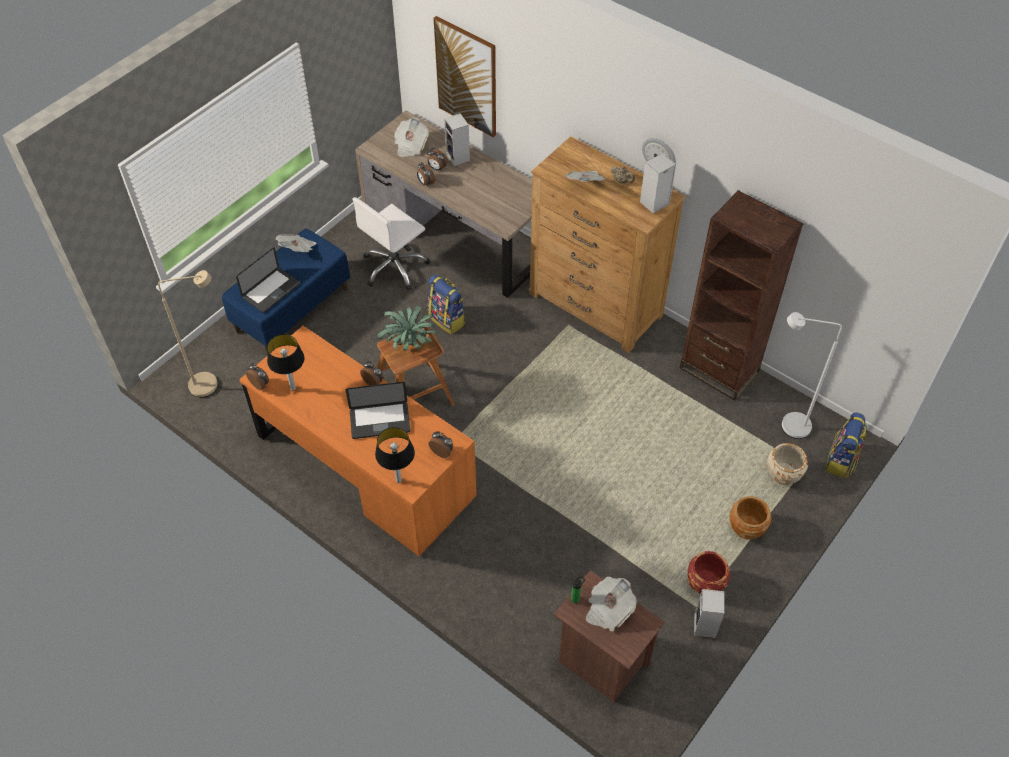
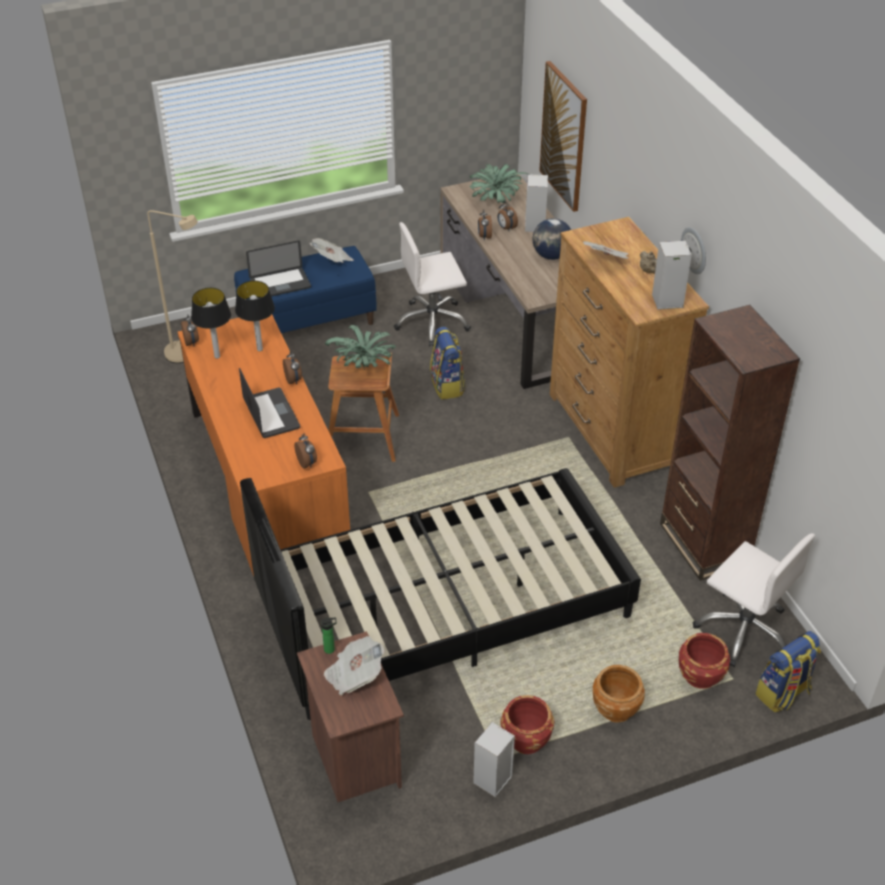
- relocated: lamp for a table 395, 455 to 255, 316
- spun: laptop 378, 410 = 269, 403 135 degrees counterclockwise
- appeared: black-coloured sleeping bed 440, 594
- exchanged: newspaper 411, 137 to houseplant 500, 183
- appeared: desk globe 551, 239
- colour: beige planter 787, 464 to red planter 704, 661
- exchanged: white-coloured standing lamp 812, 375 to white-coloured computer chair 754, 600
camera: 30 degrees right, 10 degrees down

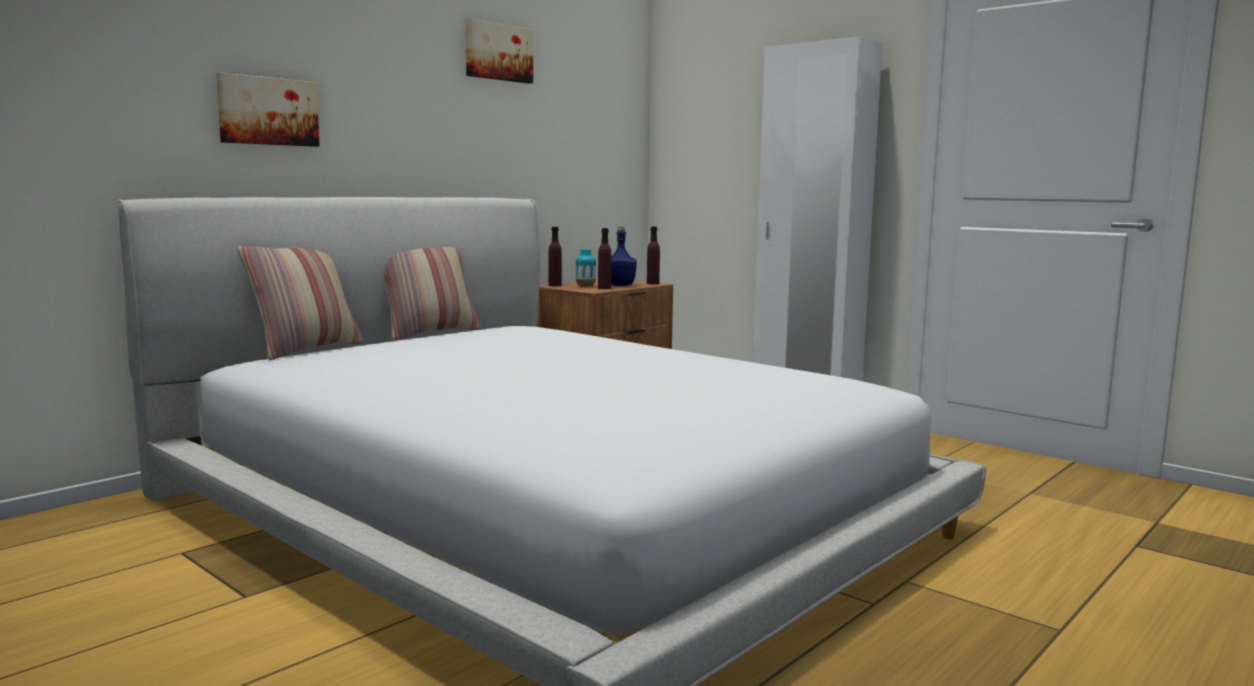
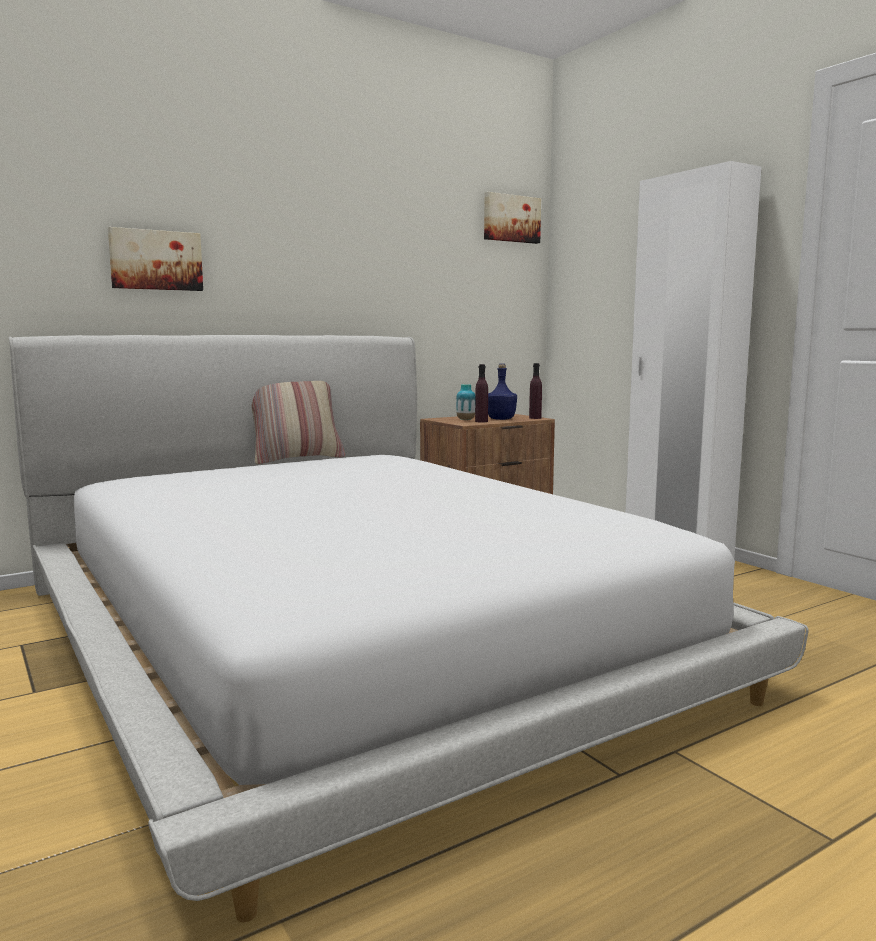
- relocated: picture 499, 51 to 512, 218
- missing: cushion 300, 303
- missing: purple-coloured beverage bottle 555, 256
camera: 15 degrees right, 0 degrees up

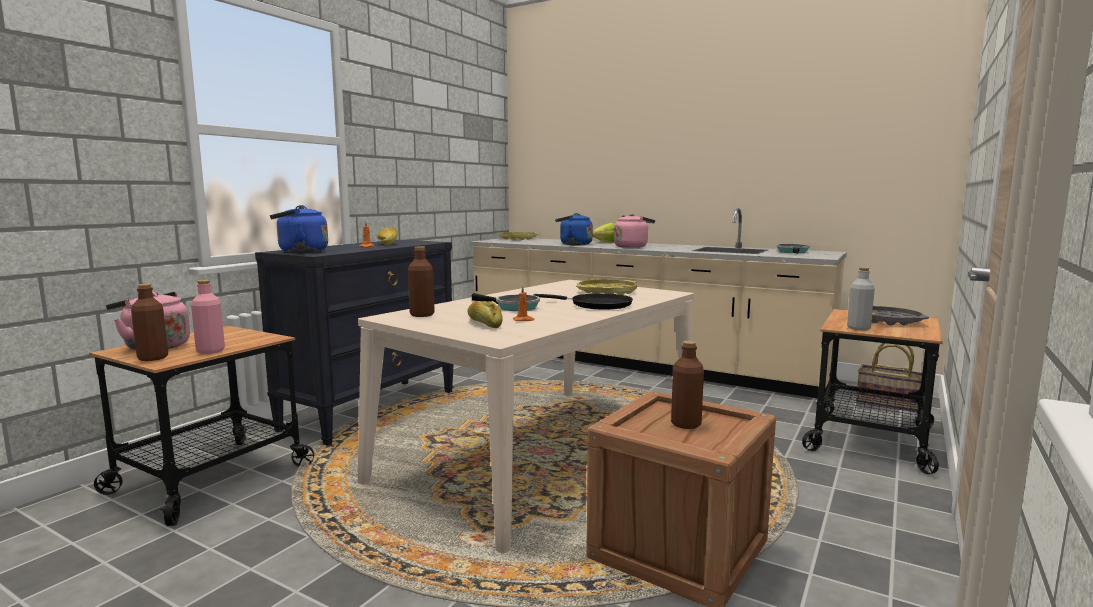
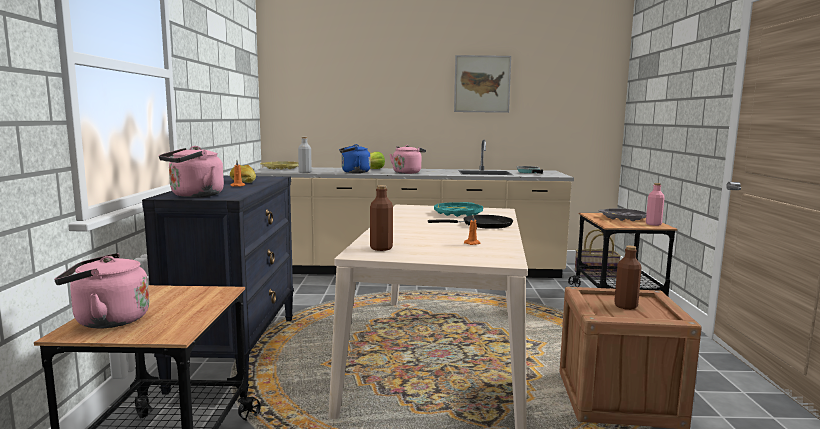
- colour: blue tea kettle 299, 229 to pink-coloured tea kettle 191, 171
- relocated: grey beverage bottle 861, 298 to 305, 155
- colour: yellow-coloured carrying tray 606, 287 to turquoise carrying tray 458, 209
- appeared: picture 482, 84
- relocated: pink-coloured beverage bottle 208, 317 to 655, 204
- missing: brown beverage bottle 149, 322
- missing: bread 485, 314
- missing: pan 506, 302
camera: 30 degrees left, 0 degrees up

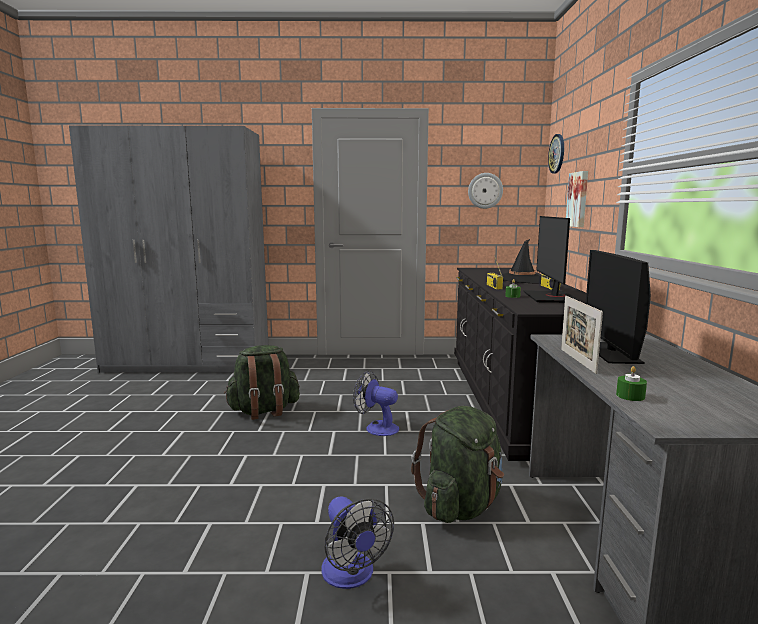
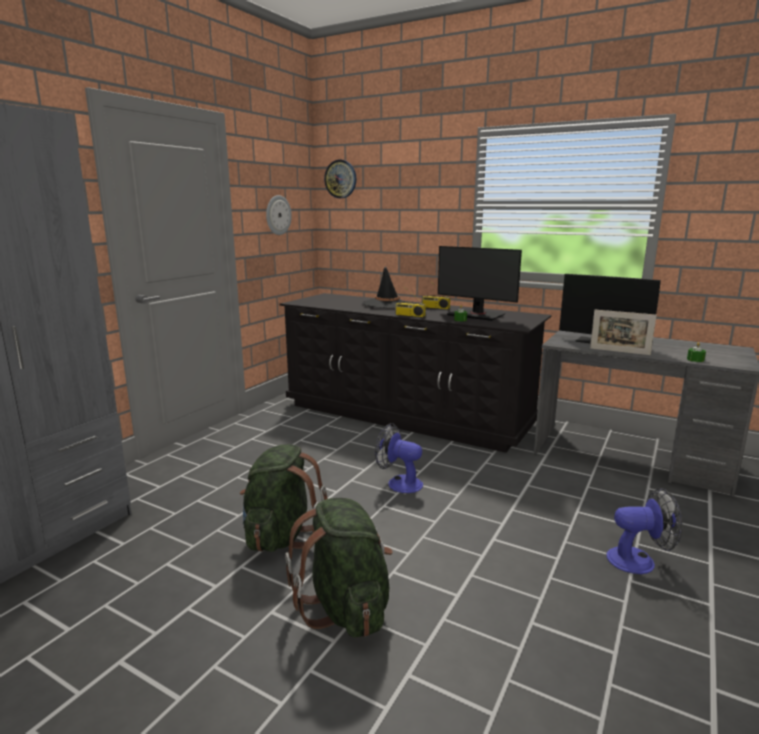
- relocated: green rucksack 457, 464 to 338, 568
- spun: cooling fan 376, 403 = 399, 458 60 degrees clockwise
- missing: picture 577, 199
camera: 60 degrees left, 5 degrees up

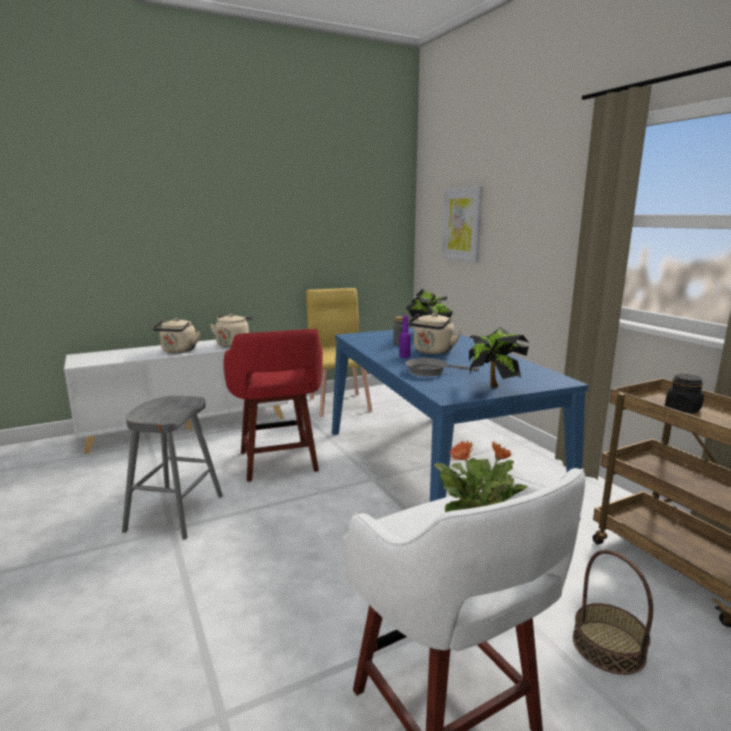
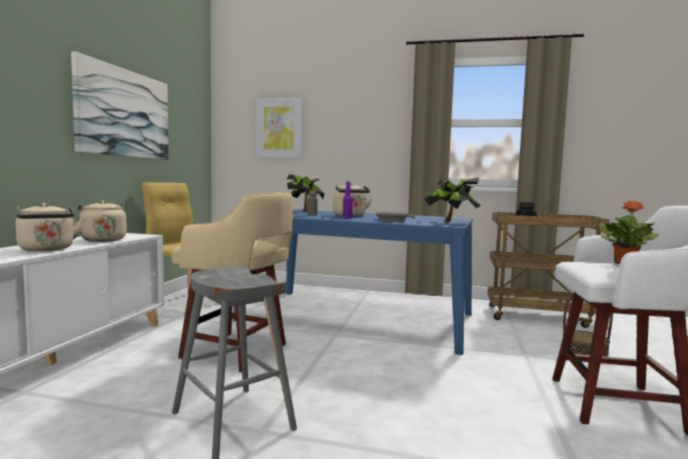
- appeared: picture 120, 105
- colour: red sitting stool 273, 405 to beige sitting stool 232, 282
camera: 50 degrees left, 10 degrees down

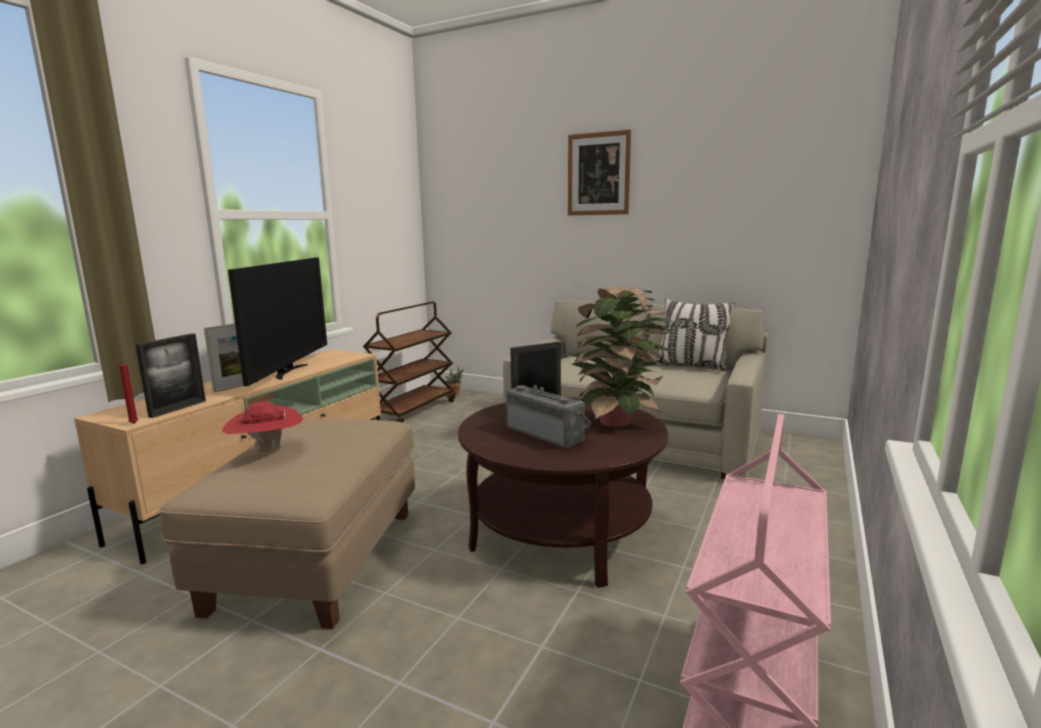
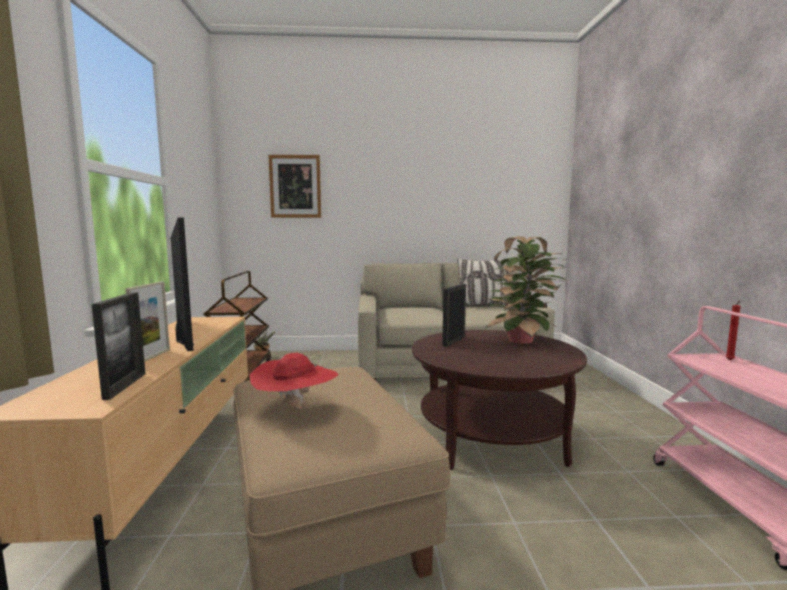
- relocated: picture 599, 172 to 295, 186
- relocated: red candle 125, 391 to 732, 330
- missing: radio 548, 417
camera: 30 degrees left, 5 degrees down

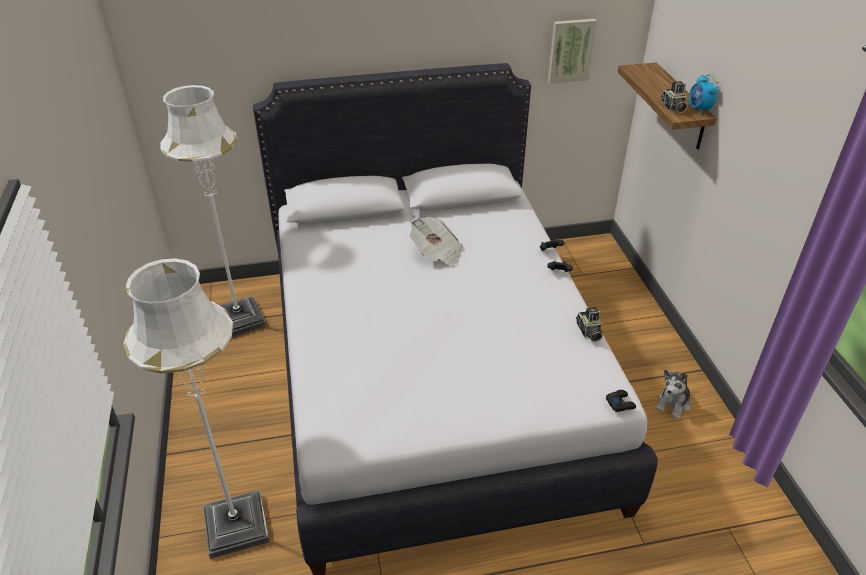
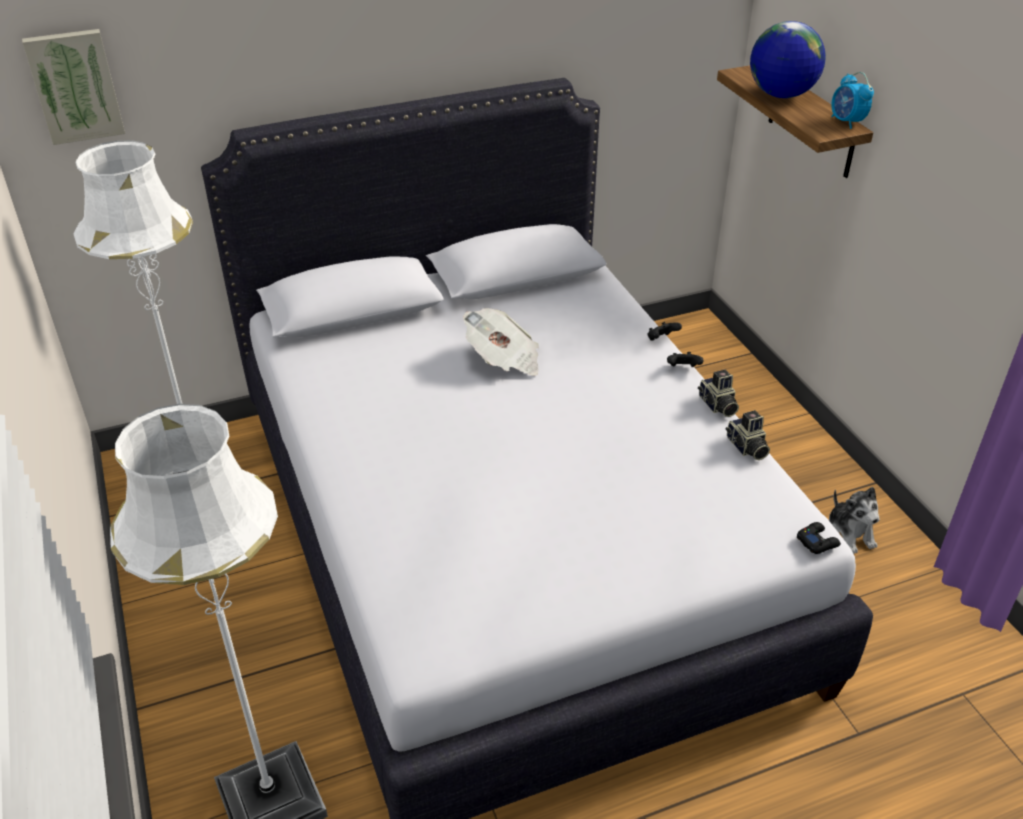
- relocated: picture 572, 51 to 73, 87
- relocated: photo camera 674, 97 to 718, 393
- appeared: desk globe 788, 59
- spun: soft toy 673, 394 = 854, 520 45 degrees counterclockwise
camera: 10 degrees left, 0 degrees up

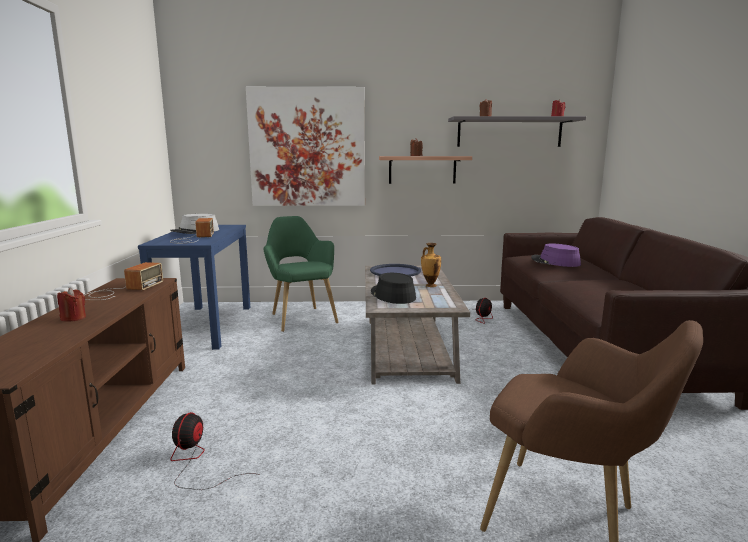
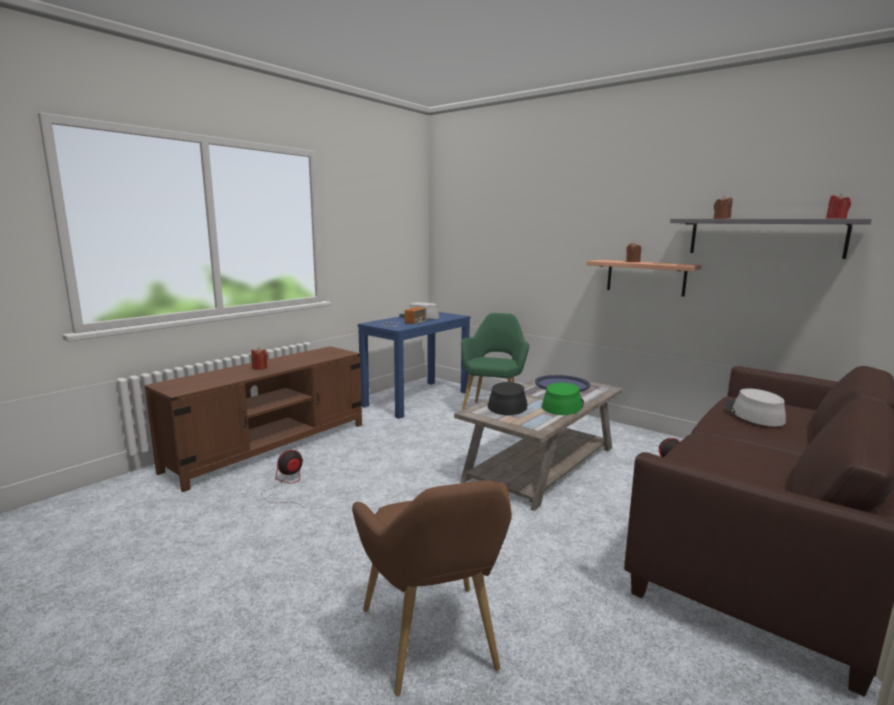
- exchanged: flower vase 431, 265 to green wearable hat 563, 398
- colour: purple-coloured wearable hat 556, 255 to grey wearable hat 755, 407
- missing: radio 123, 281
- missing: picture 305, 146
camera: 40 degrees right, 0 degrees up

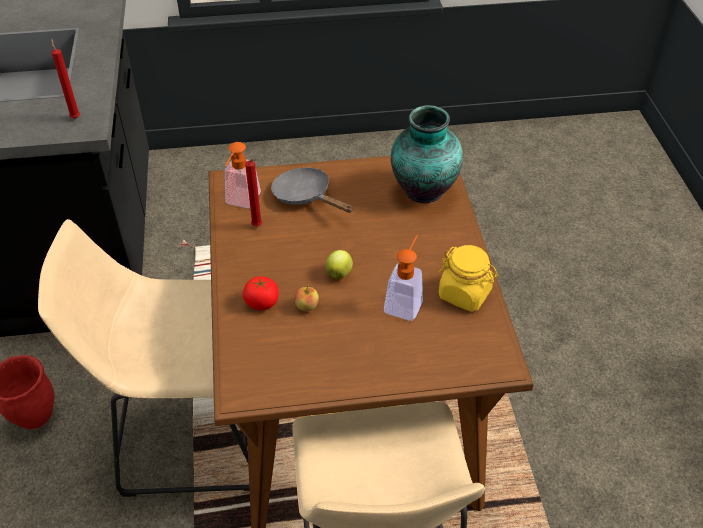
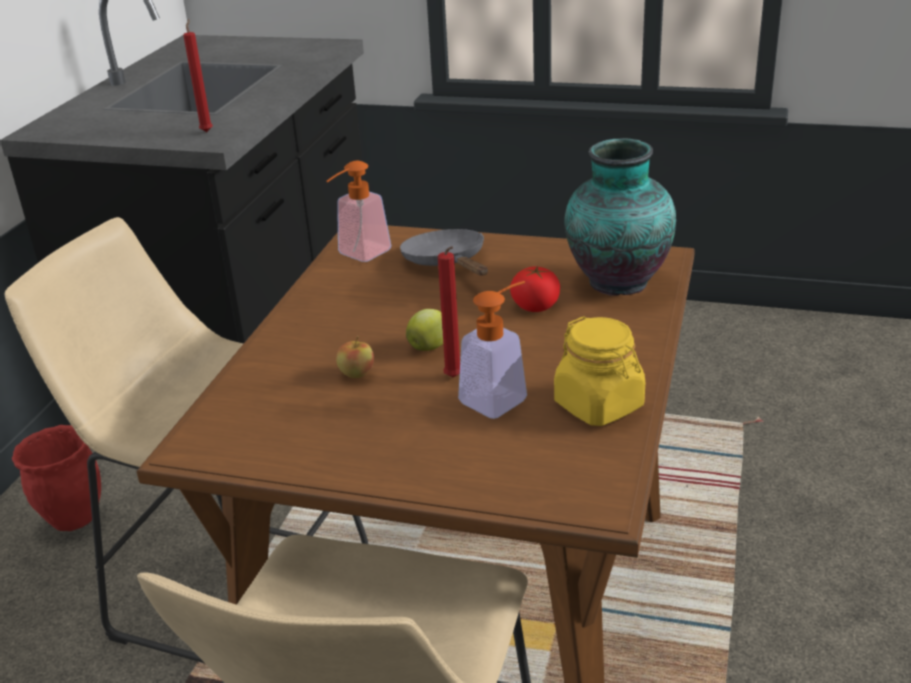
- relocated: red candle 253, 192 to 449, 311
- relocated: fresh tomato 261, 293 to 535, 289
camera: 25 degrees right, 15 degrees down

